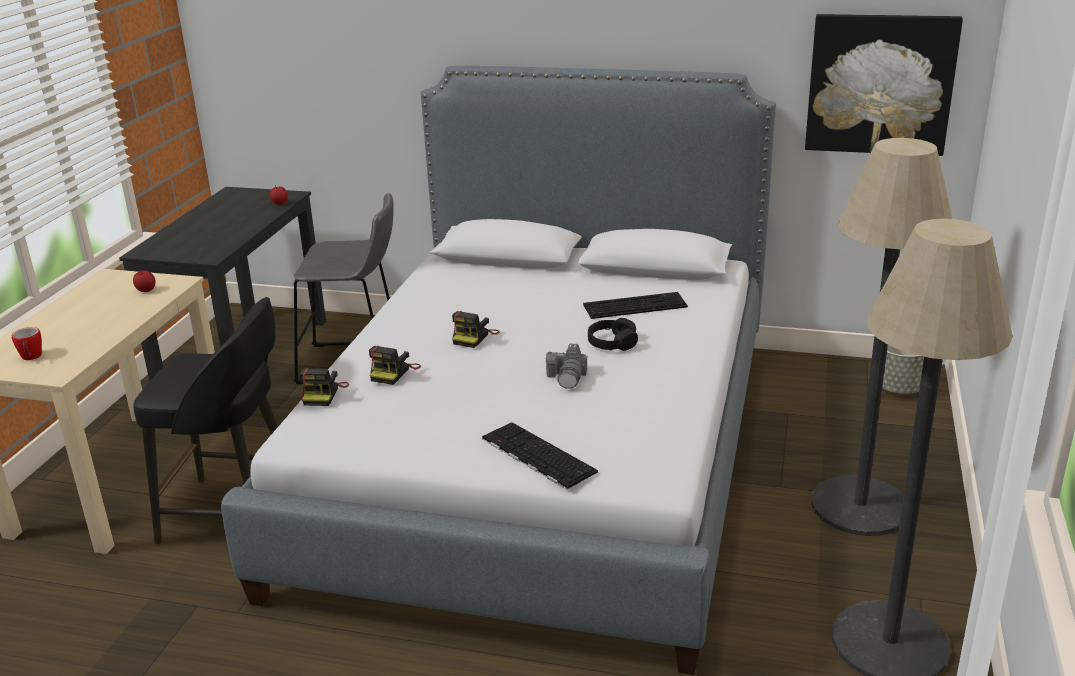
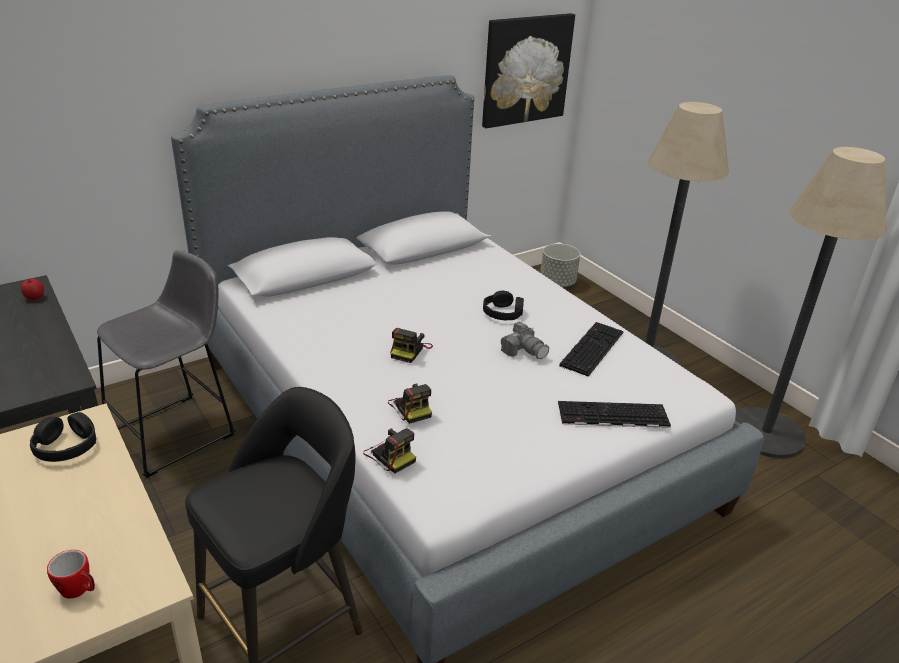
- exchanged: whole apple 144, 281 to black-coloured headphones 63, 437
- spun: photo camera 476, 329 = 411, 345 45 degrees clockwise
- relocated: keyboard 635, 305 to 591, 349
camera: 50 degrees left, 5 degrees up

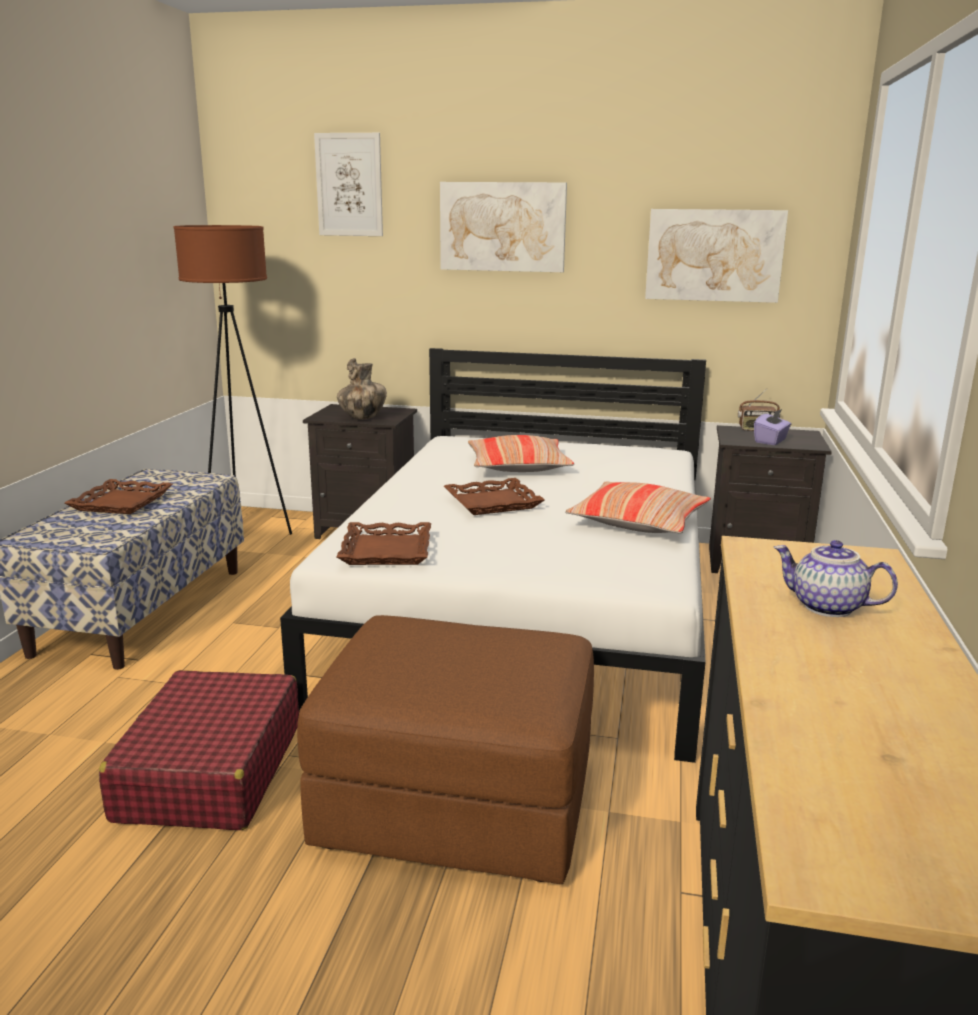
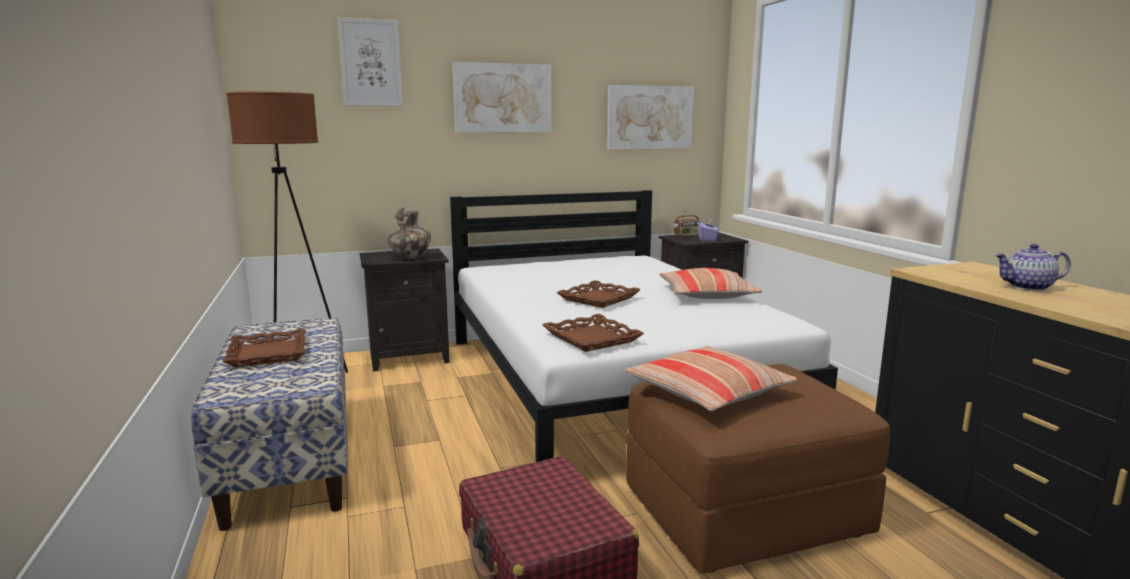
- relocated: cushion 521, 453 to 711, 378
camera: 30 degrees left, 5 degrees down

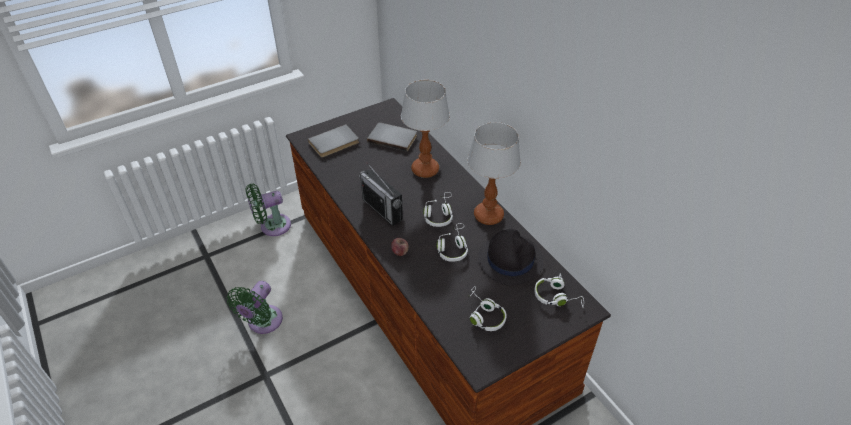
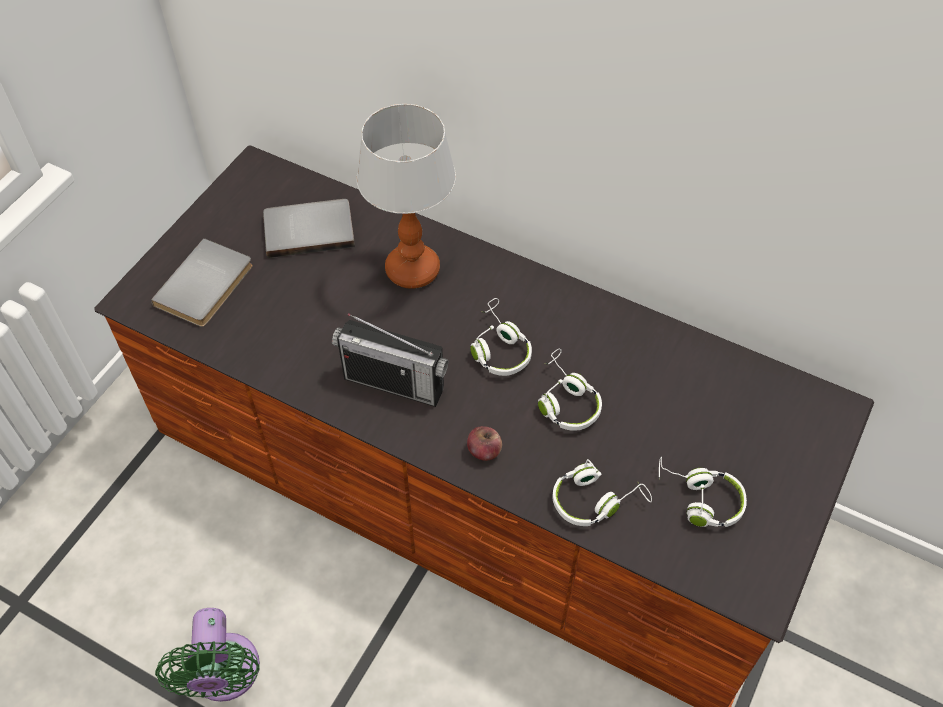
- relocated: white-coloured headphones 559, 291 to 602, 492
- missing: green cooling fan 268, 210
- missing: lamp for a table 494, 173
- missing: black-coloured wearable hat 511, 257
camera: 30 degrees left, 10 degrees up

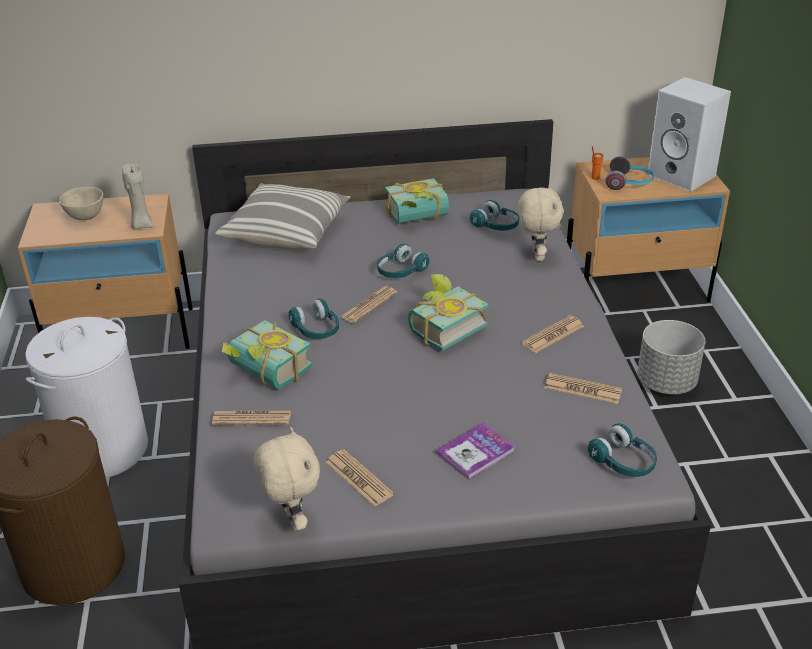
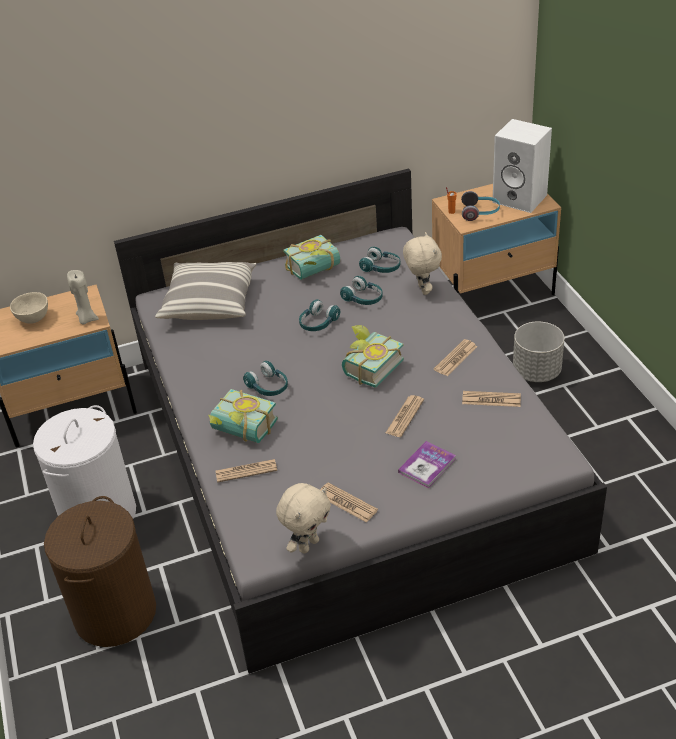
- spun: beige soft toy 286, 479 = 303, 518 75 degrees clockwise
- relocated: turquoise headphones 622, 450 to 361, 290
- relocated: newspaper 368, 304 to 405, 416
camera: 10 degrees left, 5 degrees up

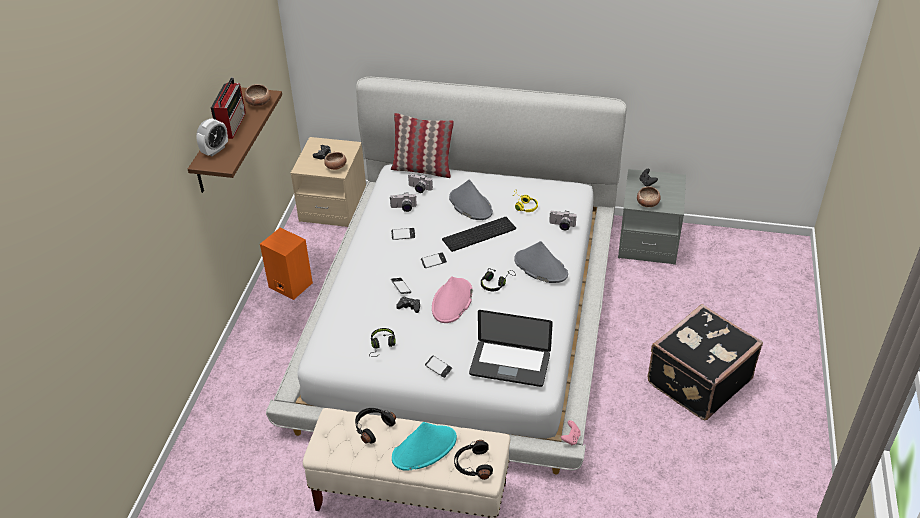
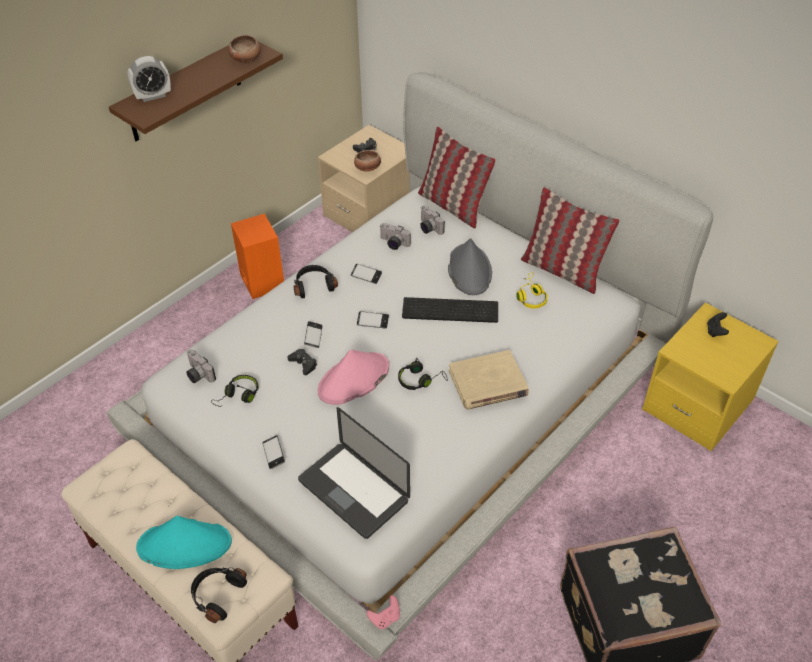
- relocated: photo camera 563, 220 to 201, 366
- relocated: black-coloured headphones 375, 426 to 315, 281
- exchanged: grey wearable hat 541, 262 to beige book 489, 380
- appeared: cushion 570, 240
- colour: grey nightstand 652, 217 to yellow-coloured nightstand 710, 377
- missing: radio 228, 108
- missing: deep dish 649, 196
camera: 30 degrees right, 5 degrees up

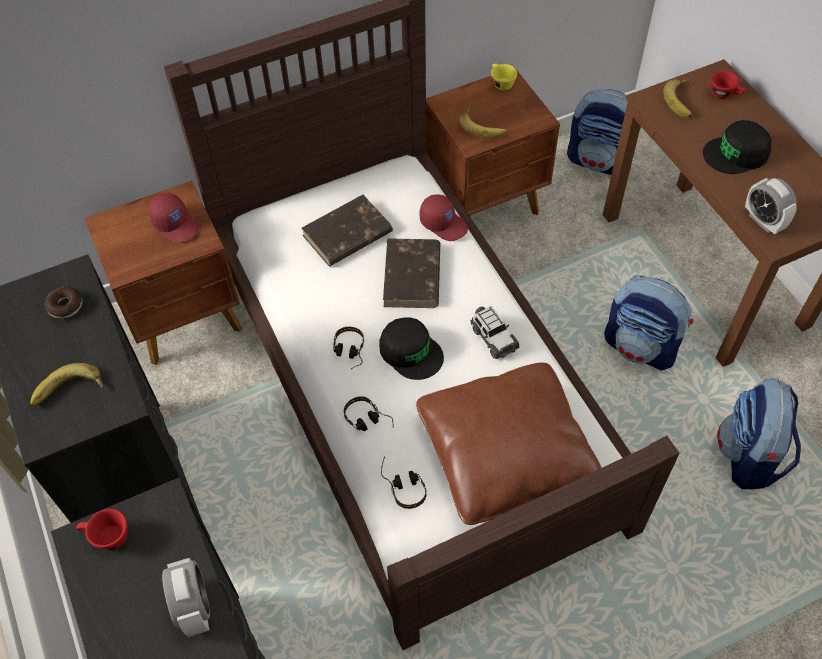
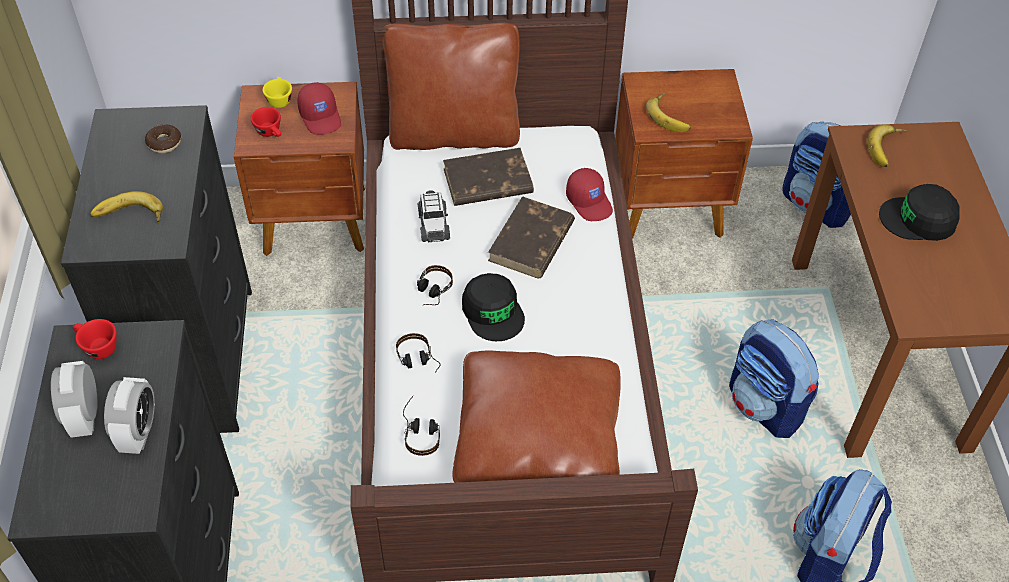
- relocated: bedside clock 771, 206 to 74, 399
- relocated: red cup 728, 85 to 266, 122
- relocated: yellow-coloured cup 504, 76 to 277, 92
- appeared: brown cushion 451, 86
- relocated: miniature car 495, 332 to 434, 216
camera: 20 degrees right, 5 degrees down

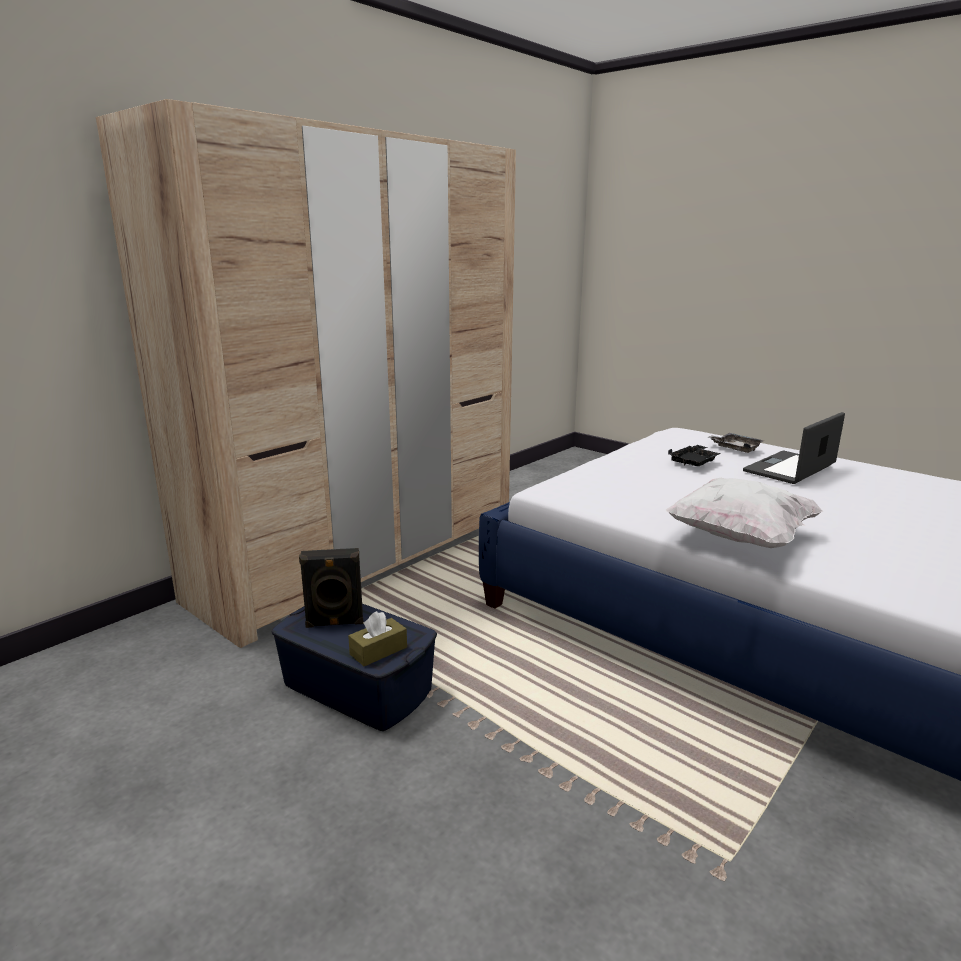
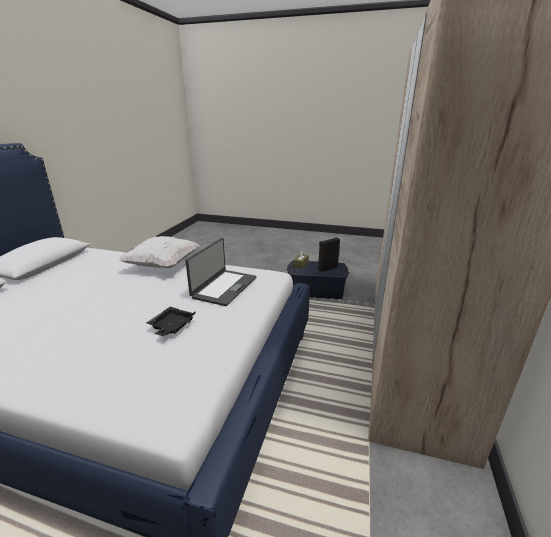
- relocated: laptop 794, 448 to 220, 272
- missing: grey carrying tray 735, 443
camera: 155 degrees right, 5 degrees up

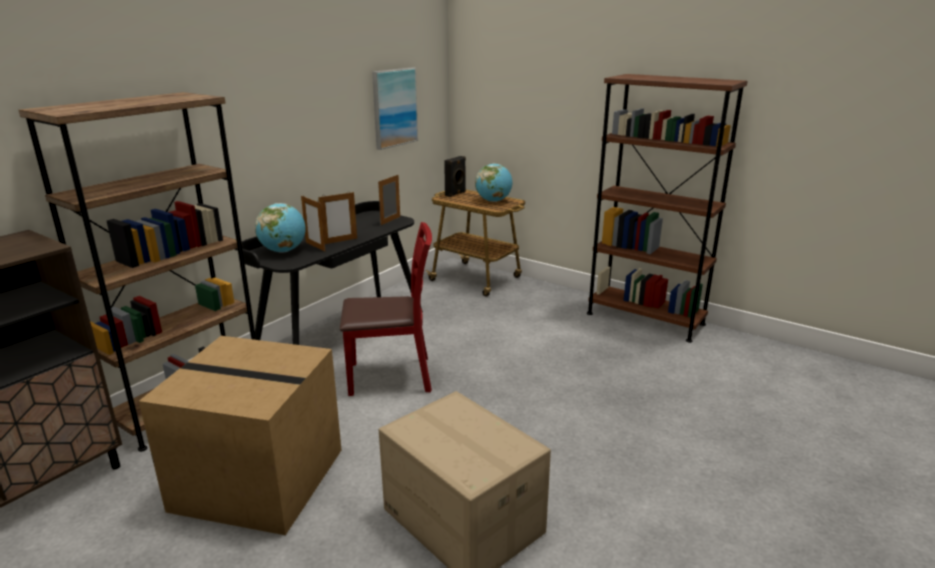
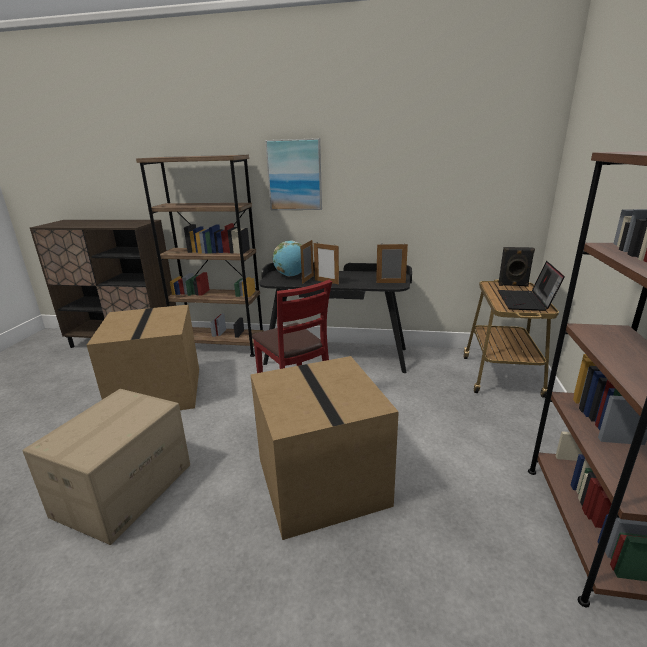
- appeared: carton 324, 448
- relocated: picture 395, 108 to 293, 174
- exchanged: desk globe 493, 182 to laptop 531, 286
camera: 65 degrees right, 0 degrees up

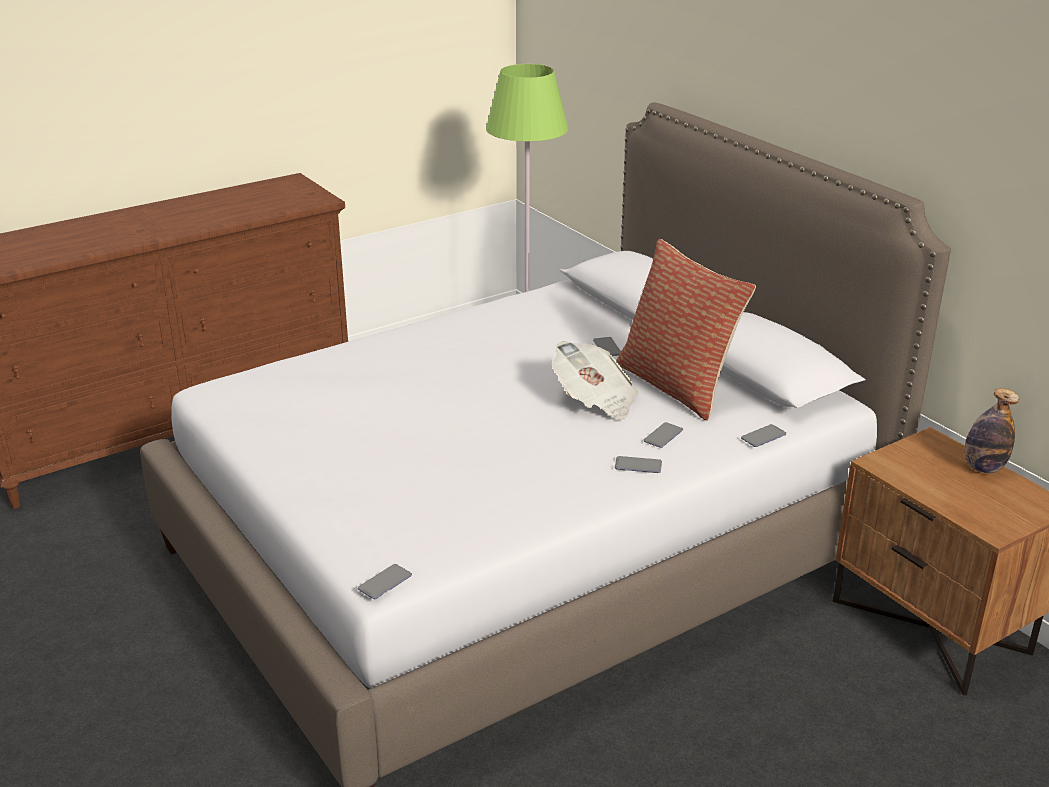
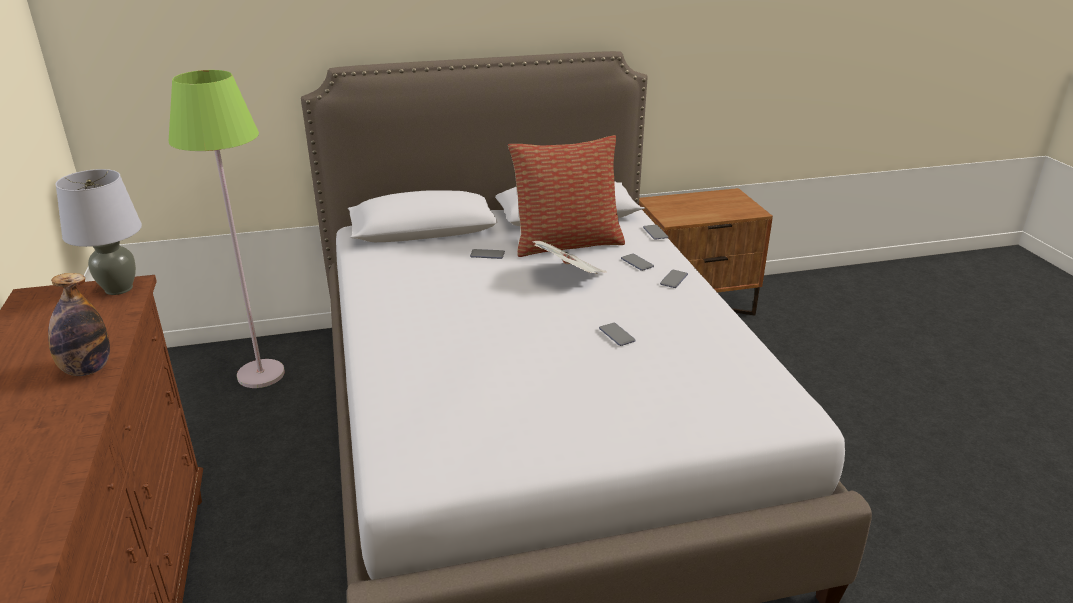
- relocated: beverage bottle 992, 430 to 79, 324
- appeared: grey lamp for a table 98, 232
- relocated: phone 385, 581 to 617, 334
camera: 70 degrees left, 0 degrees up

